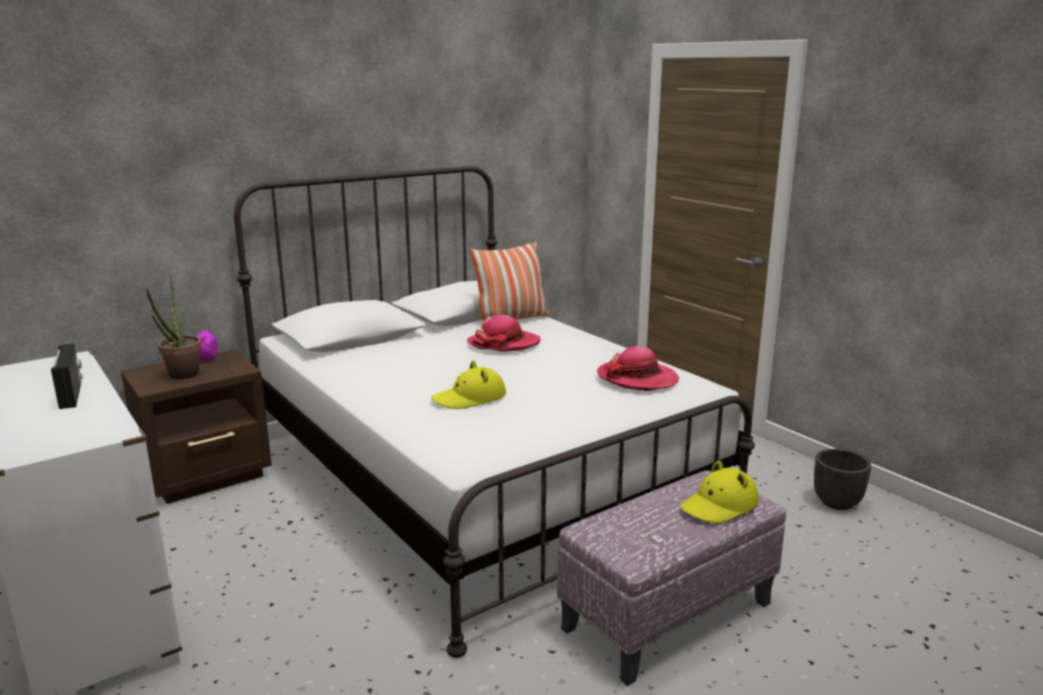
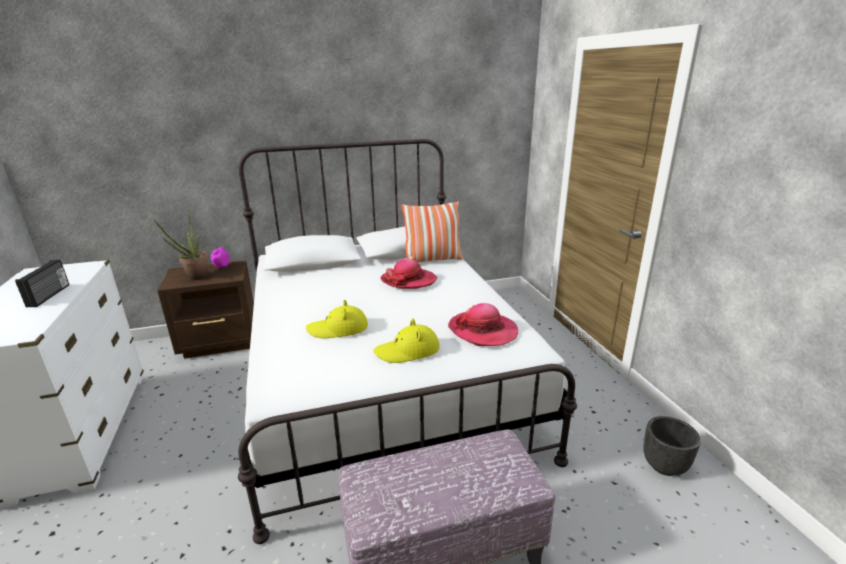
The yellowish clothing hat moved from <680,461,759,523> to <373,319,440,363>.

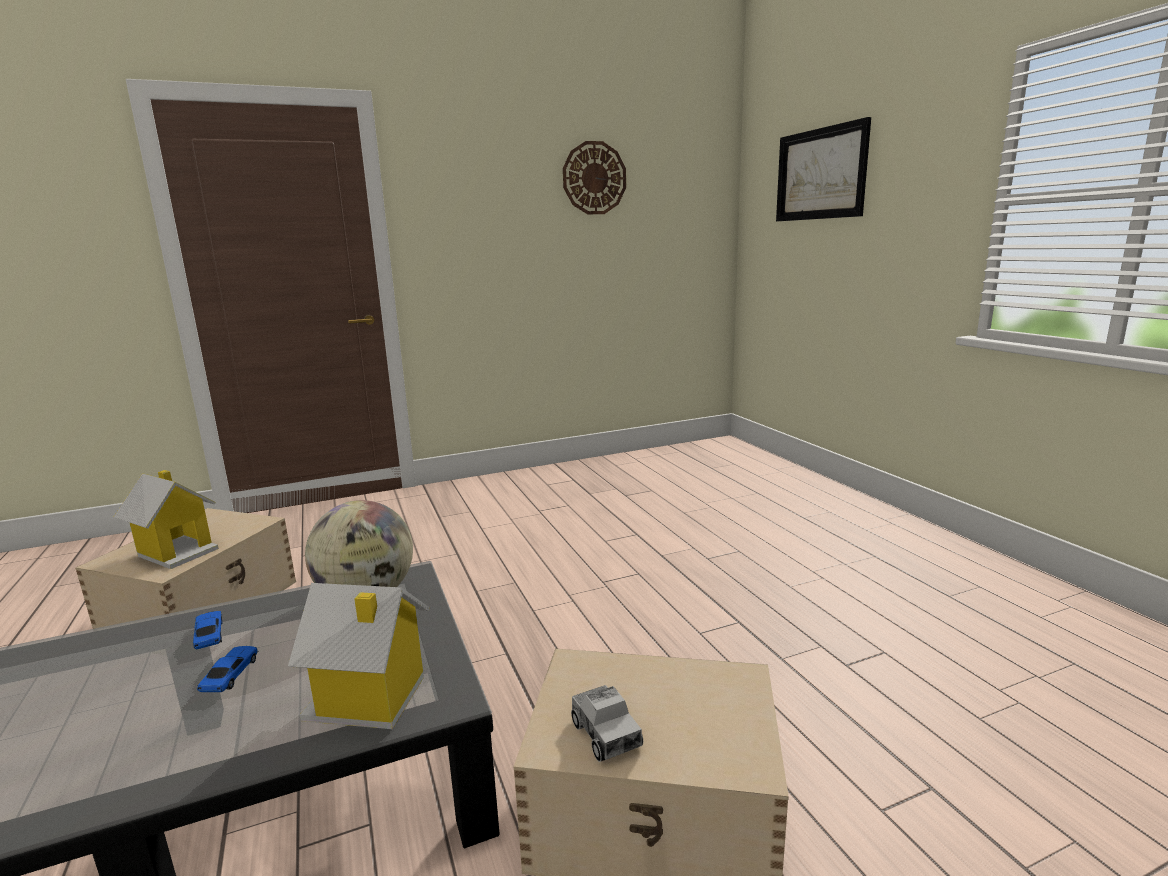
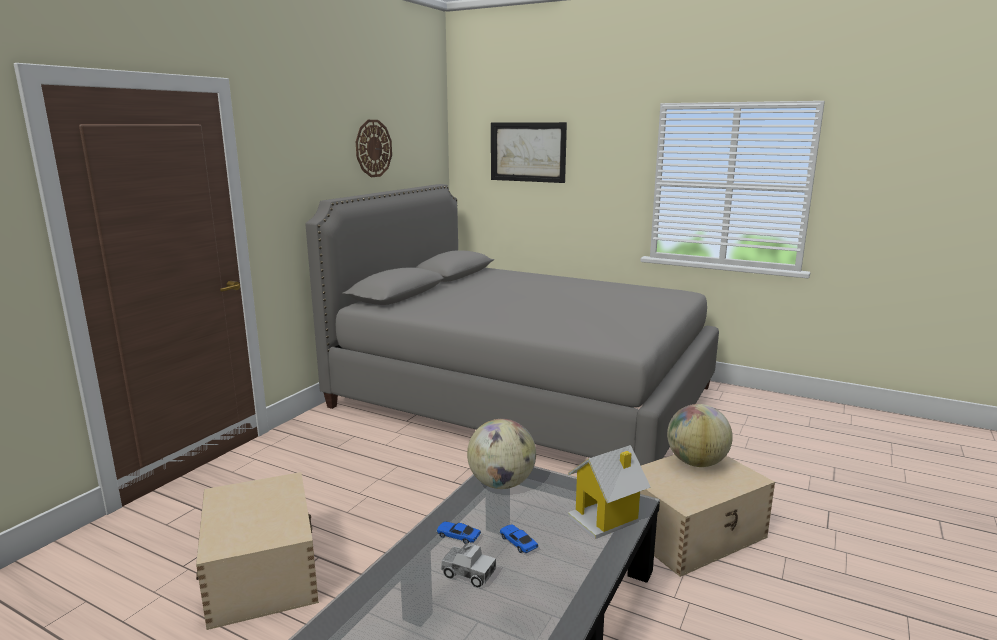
The toy house at <114,470,219,569> disappeared.
The greyish bedroom bed at <305,184,719,465> appeared.
The desk globe at <667,404,733,467> appeared.
The toy truck moved from <571,685,643,762> to <441,542,496,588>.

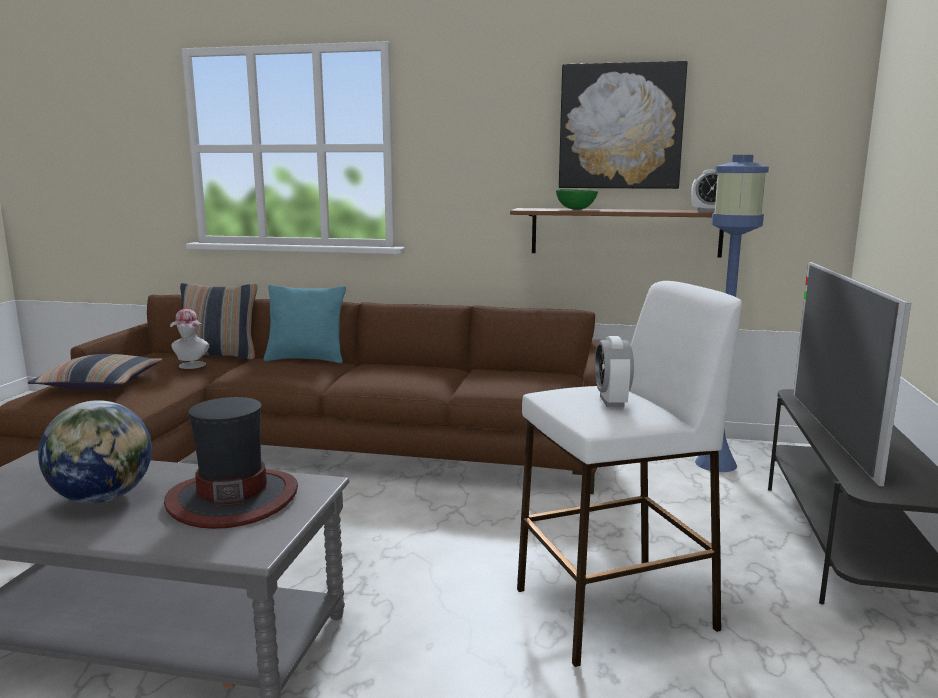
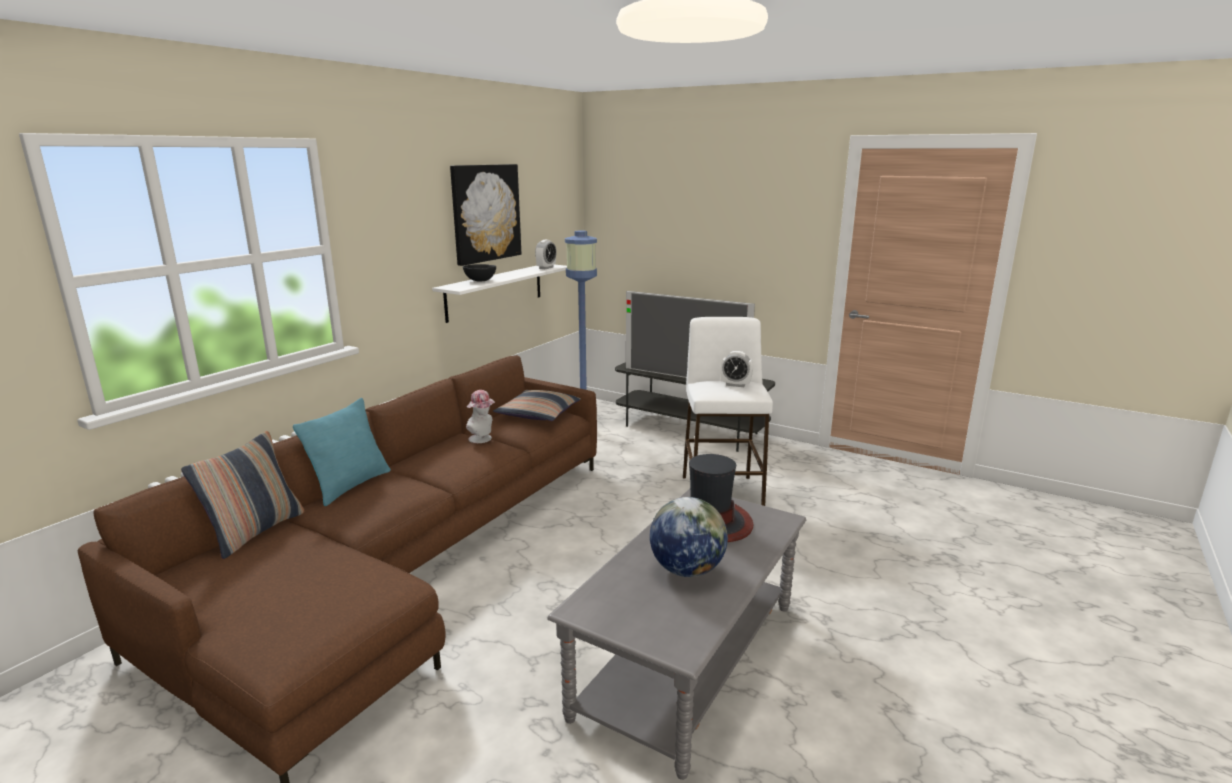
The pillow moved from <28,354,162,390> to <493,390,581,421>.
The clothing hat moved from <170,309,209,369> to <466,390,496,443>.
The brownish bracket shelf at <510,208,724,257> became the white bracket shelf at <432,265,567,323>.
The greenish bowl at <556,189,598,210> became the black bowl at <463,264,496,282>.

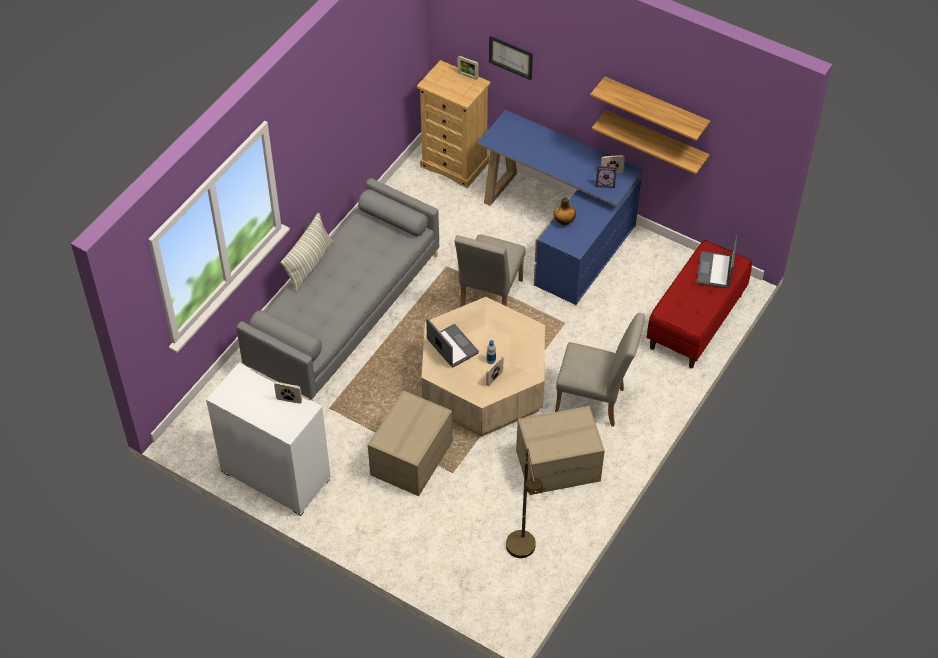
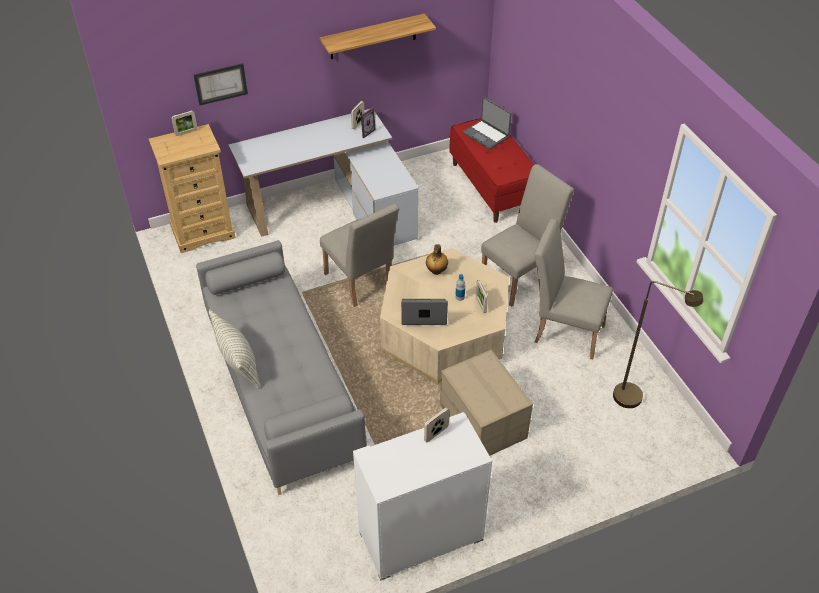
The bracket shelf at <592,110,710,174> disappeared.
The bottle moved from <554,197,576,225> to <426,244,448,275>.
The carton at <516,406,605,495> was replaced by the sand-coloured plain chair at <534,219,613,359>.
The blue-coloured desk unit at <477,110,643,305> became the white desk unit at <229,109,419,246>.

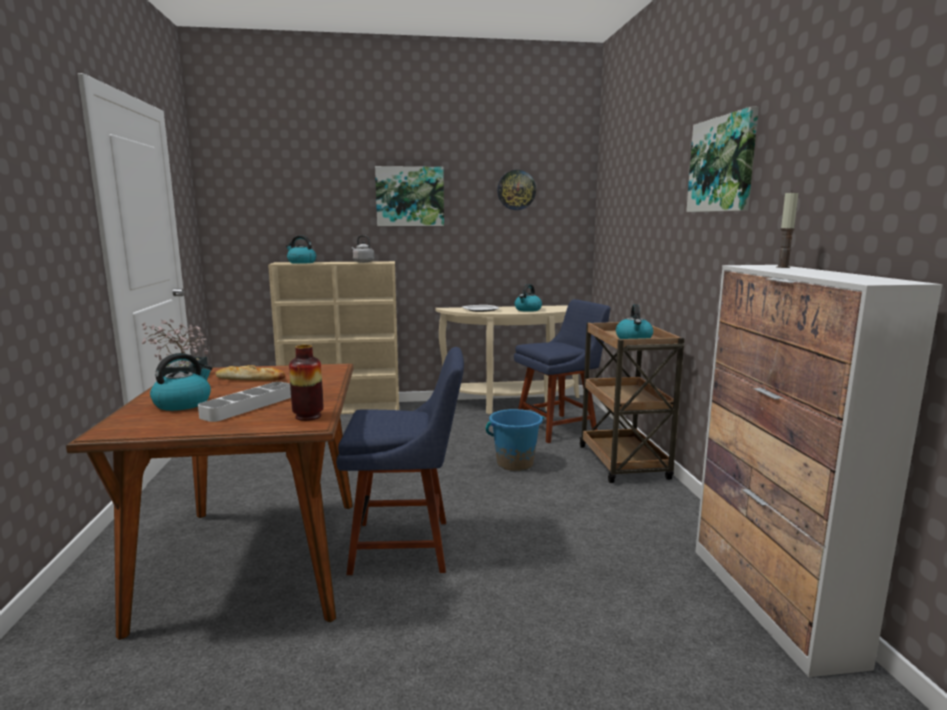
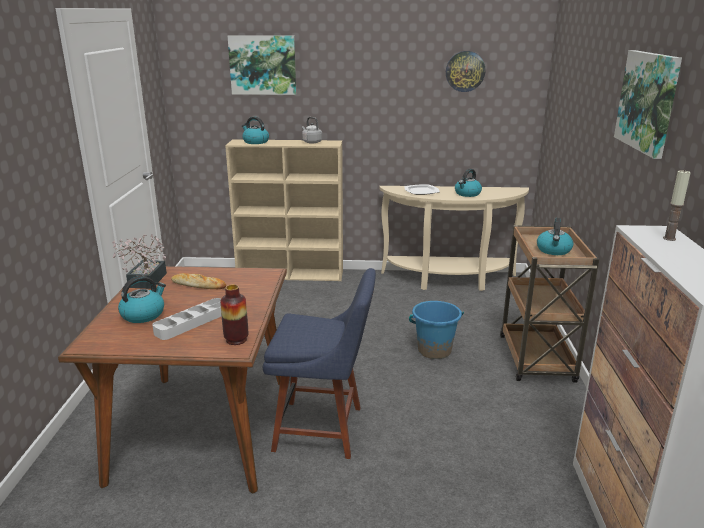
The blue-coloured plain chair at <514,299,611,443> disappeared.
The wall art moved from <375,166,444,226> to <228,35,296,95>.

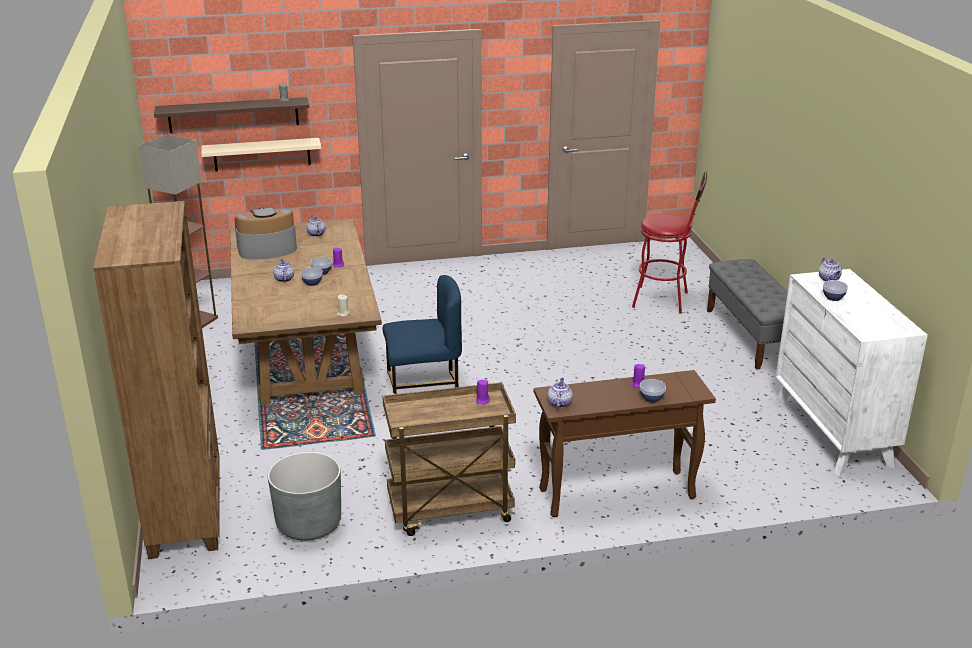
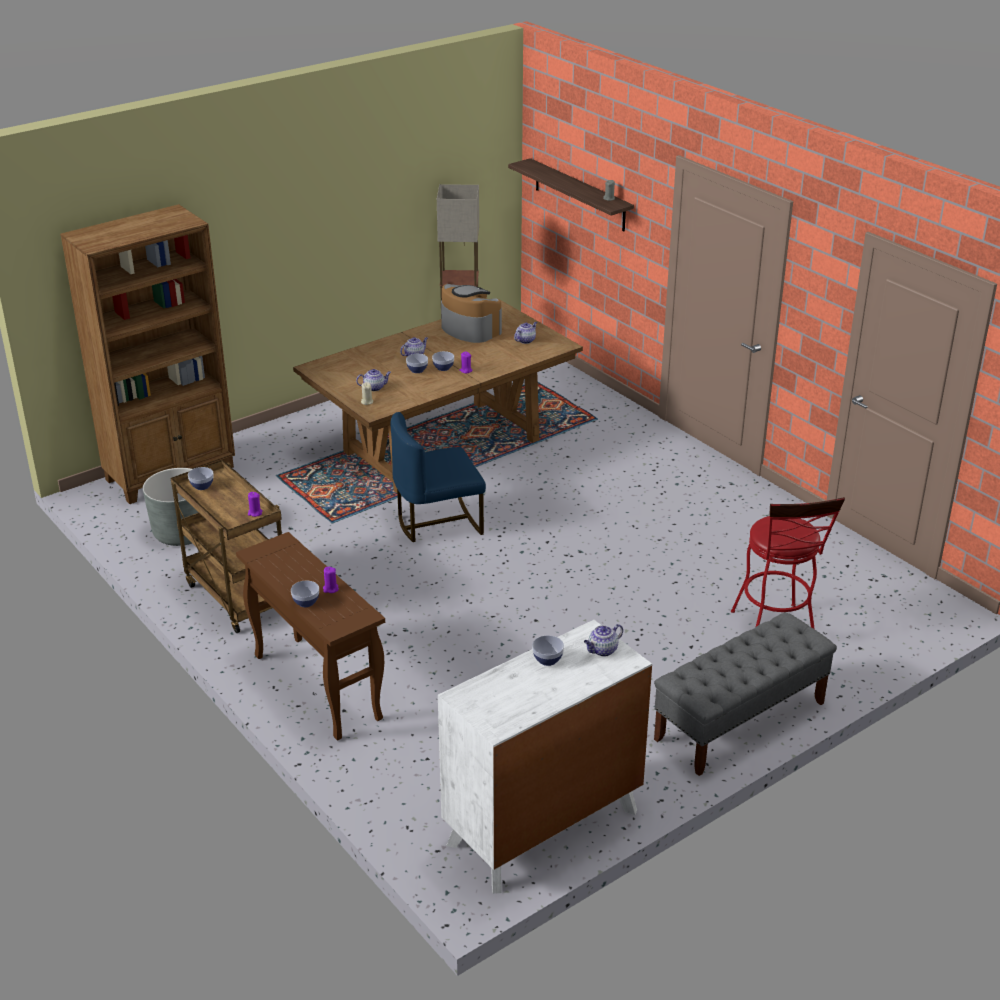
The sand-coloured bracket shelf at <201,138,321,171> disappeared.
The bowl at <188,467,214,490> appeared.
The tea pot moved from <547,378,573,408> to <356,369,391,391>.
The blue-coloured plain chair at <383,275,462,394> turned 105 degrees clockwise.

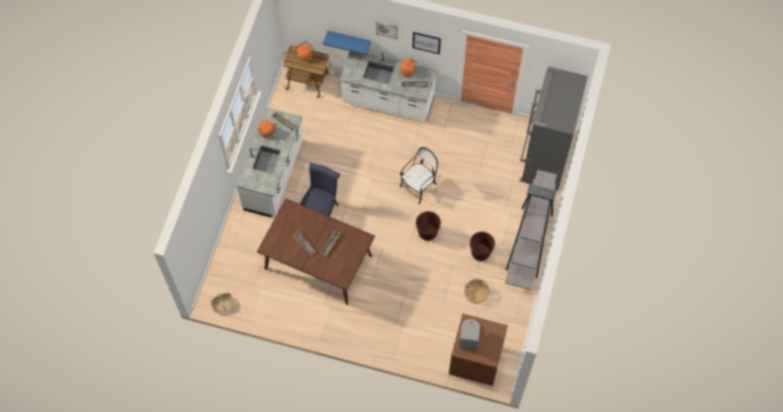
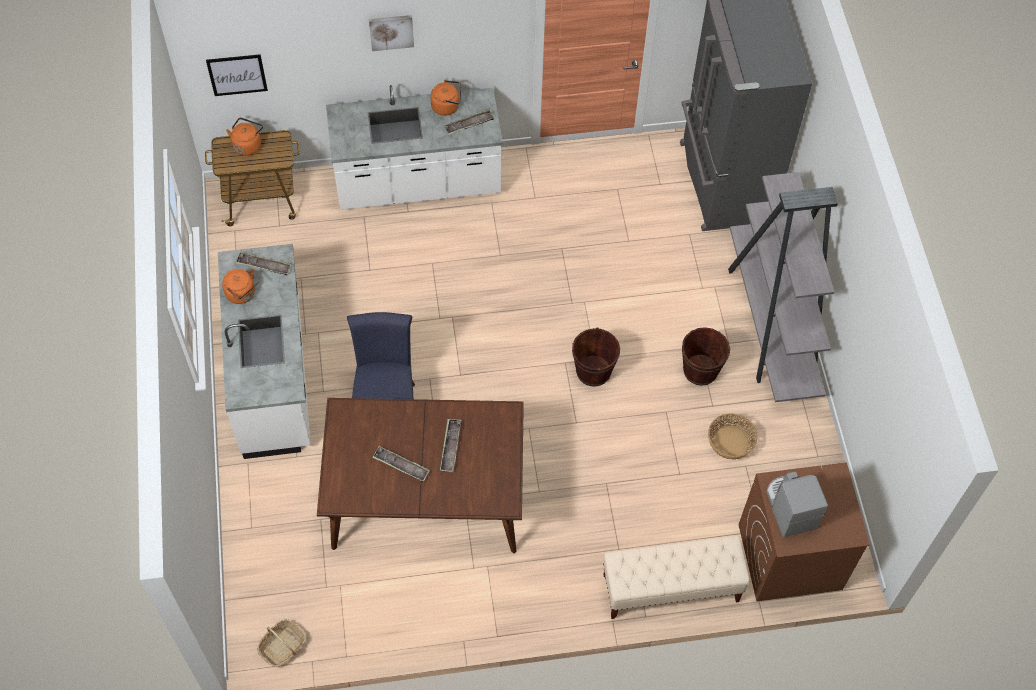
The blue-coloured bracket shelf at <323,30,371,55> disappeared.
The plain chair at <400,147,438,204> disappeared.
The sand-coloured long seat at <603,535,750,619> appeared.
The wall art moved from <413,32,441,54> to <206,54,268,96>.

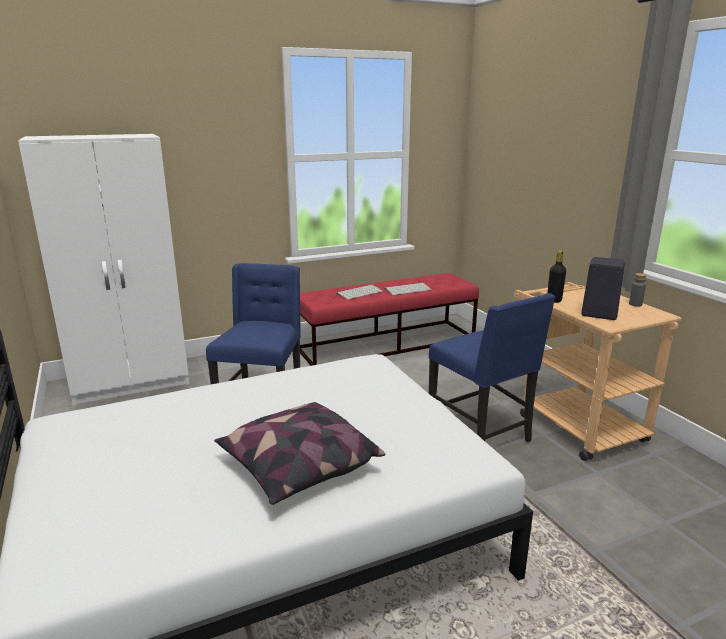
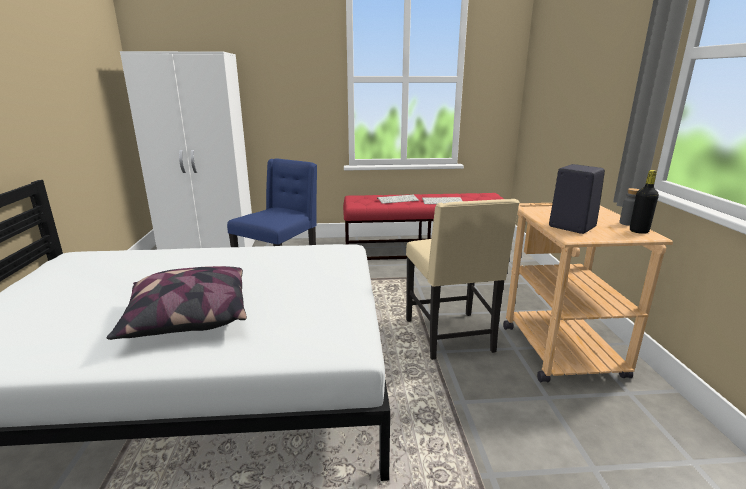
The black bottle moved from <547,250,566,303> to <630,170,659,234>.
The blue-coloured plain chair at <429,293,555,442> became the sand-coloured plain chair at <406,199,520,360>.

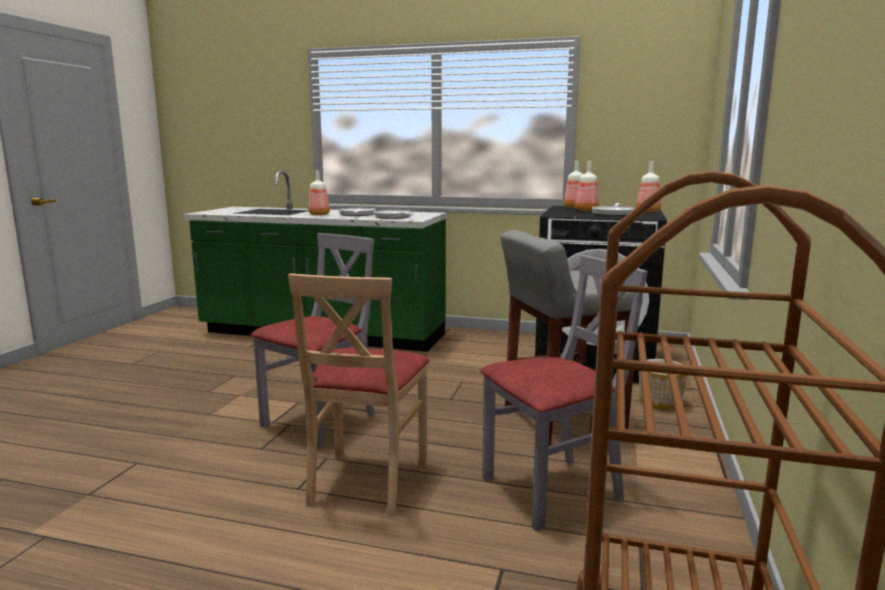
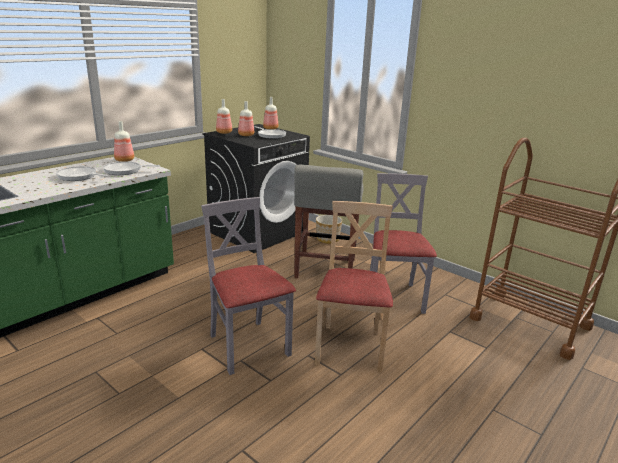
The bottle moved from <308,171,330,215> to <114,121,134,162>.
The sand-coloured plain chair at <288,273,430,517> turned 120 degrees counterclockwise.

